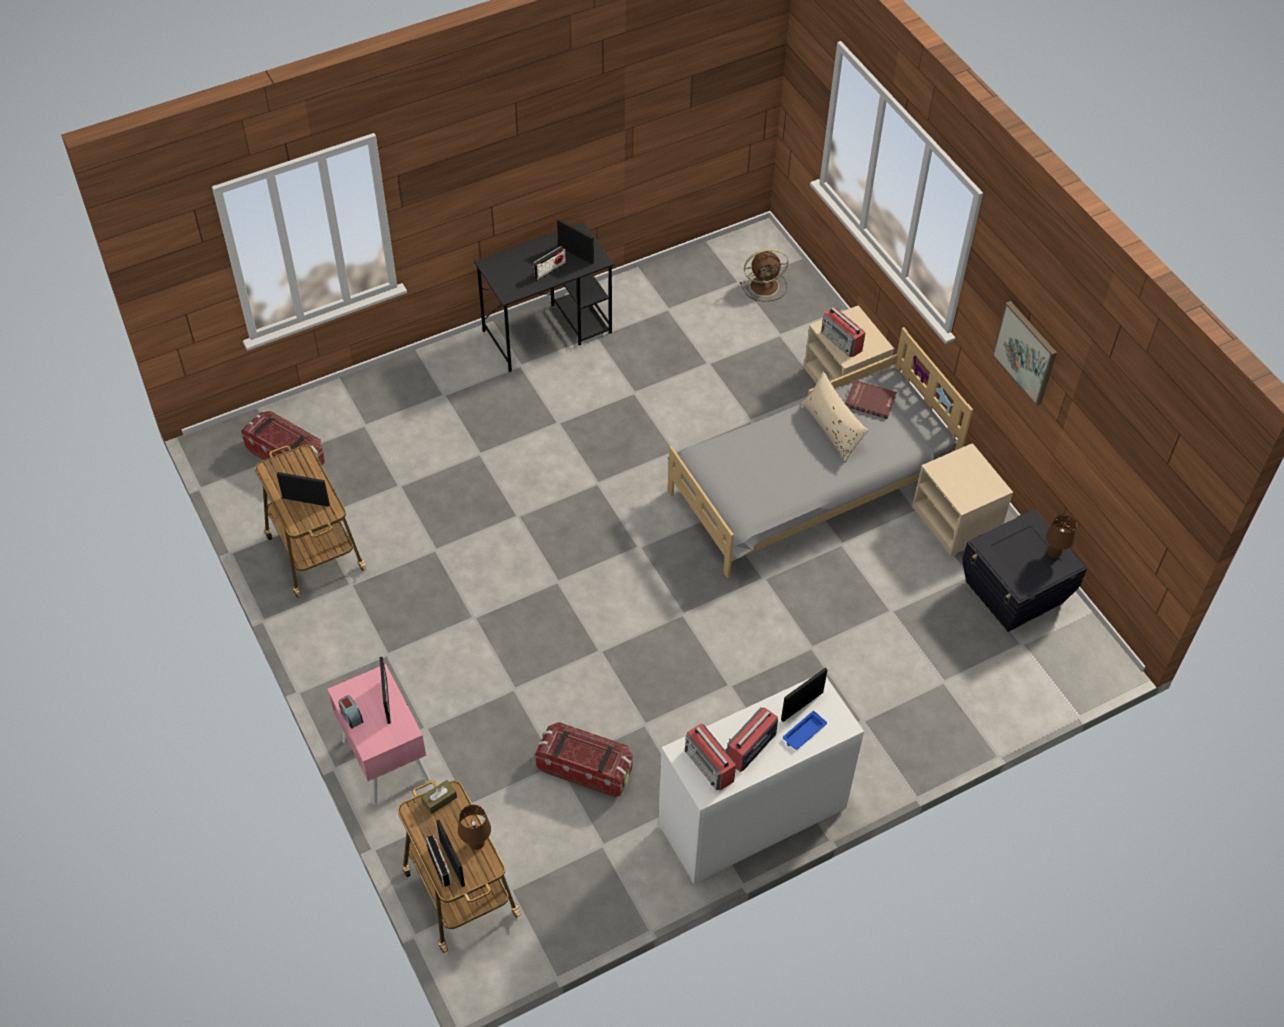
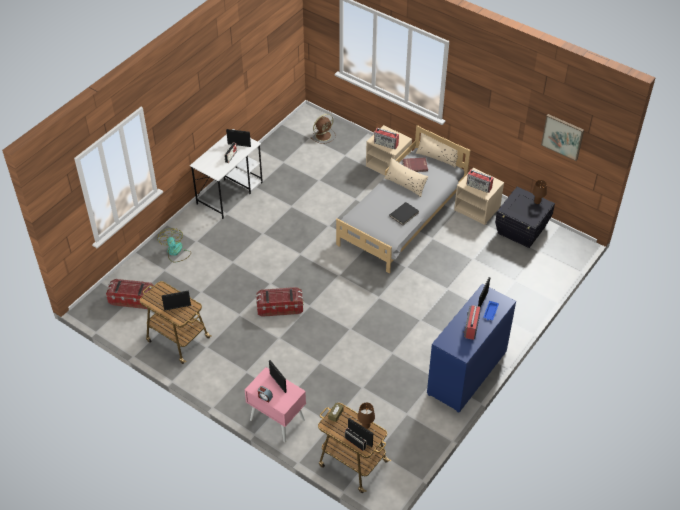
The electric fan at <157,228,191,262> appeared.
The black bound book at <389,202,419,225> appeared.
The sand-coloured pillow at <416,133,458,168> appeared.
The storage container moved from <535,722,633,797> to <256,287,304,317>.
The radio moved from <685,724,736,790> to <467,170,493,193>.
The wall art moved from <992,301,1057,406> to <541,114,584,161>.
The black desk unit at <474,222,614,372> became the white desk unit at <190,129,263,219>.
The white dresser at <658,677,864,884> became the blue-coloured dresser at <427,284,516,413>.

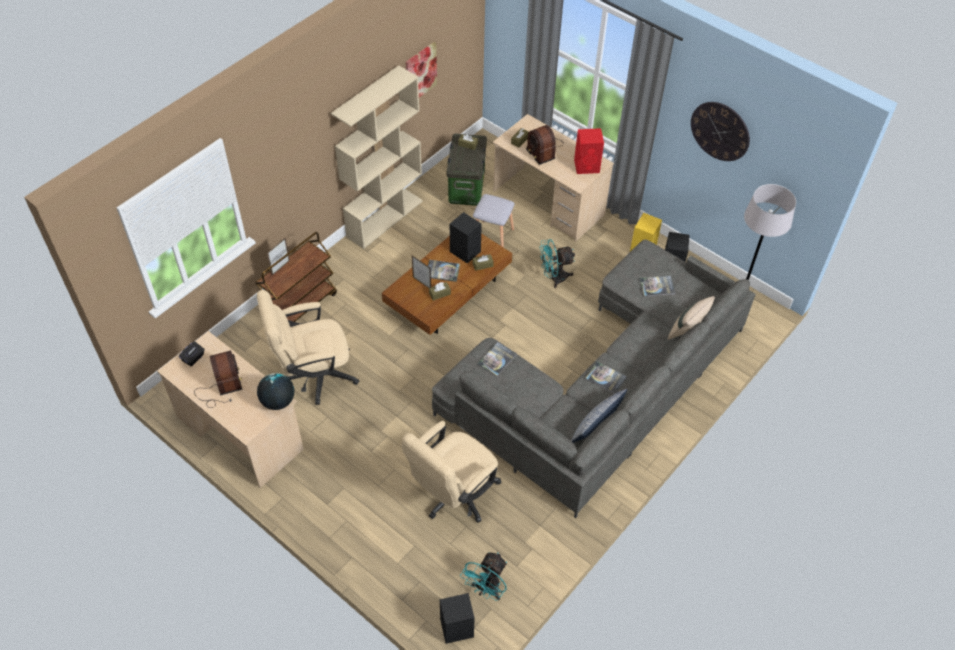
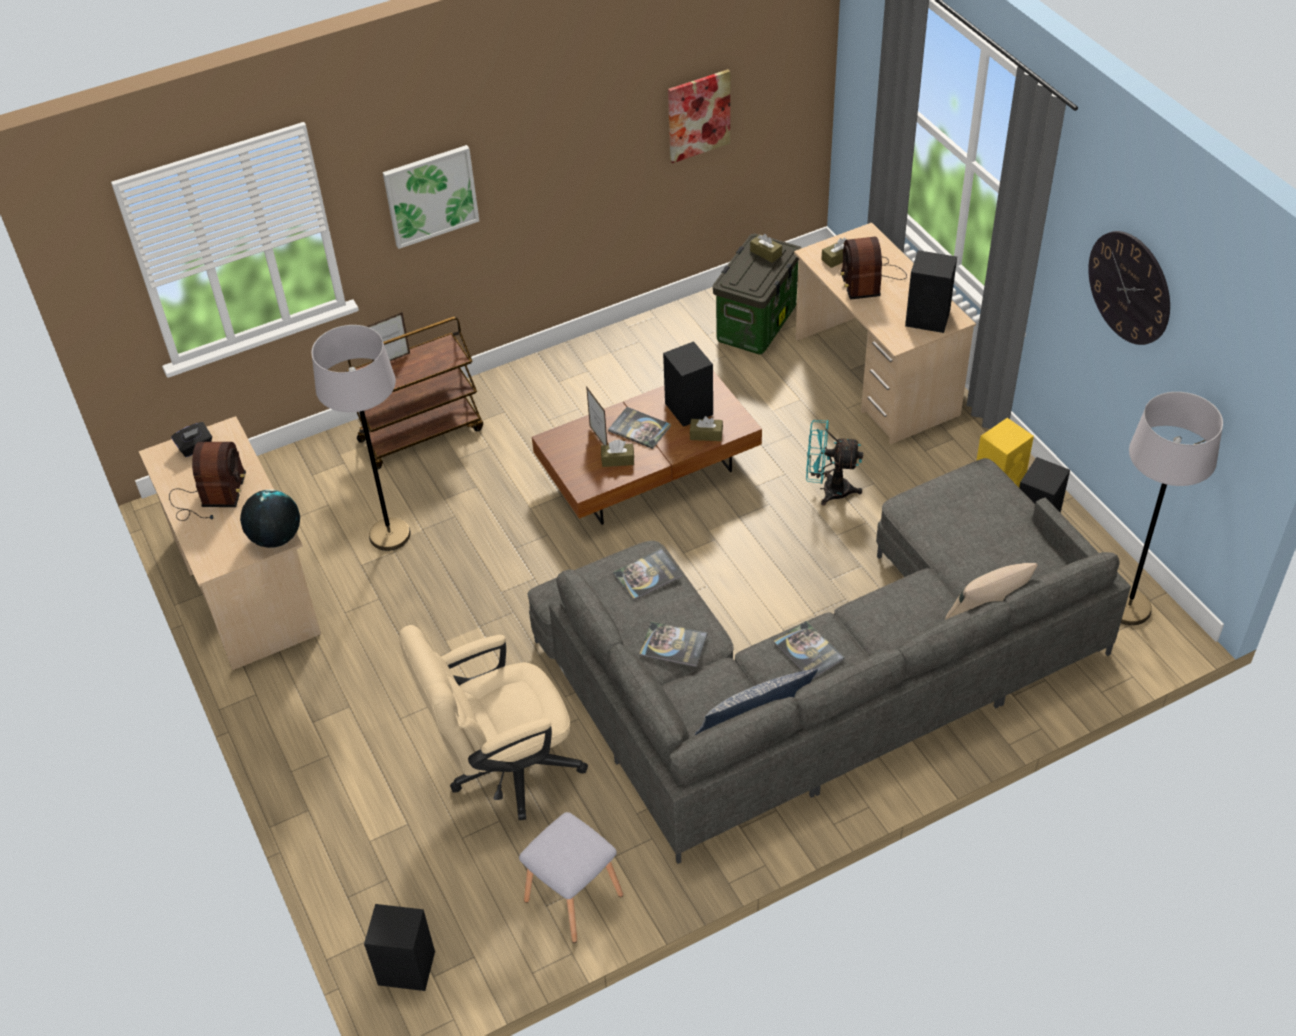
The sand-coloured bookcase at <331,65,423,249> disappeared.
The turquoise-coloured electric fan at <460,552,507,601> disappeared.
The wall art at <383,145,479,249> appeared.
The greyish sitting stool moved from <473,194,515,248> to <519,812,623,943>.
The bound book moved from <639,276,675,297> to <639,622,708,667>.
The sand-coloured desk chair at <257,290,359,405> was replaced by the greyish floor lamp at <312,325,411,551>.
The red speaker at <574,128,604,174> became the black speaker at <905,250,957,333>.

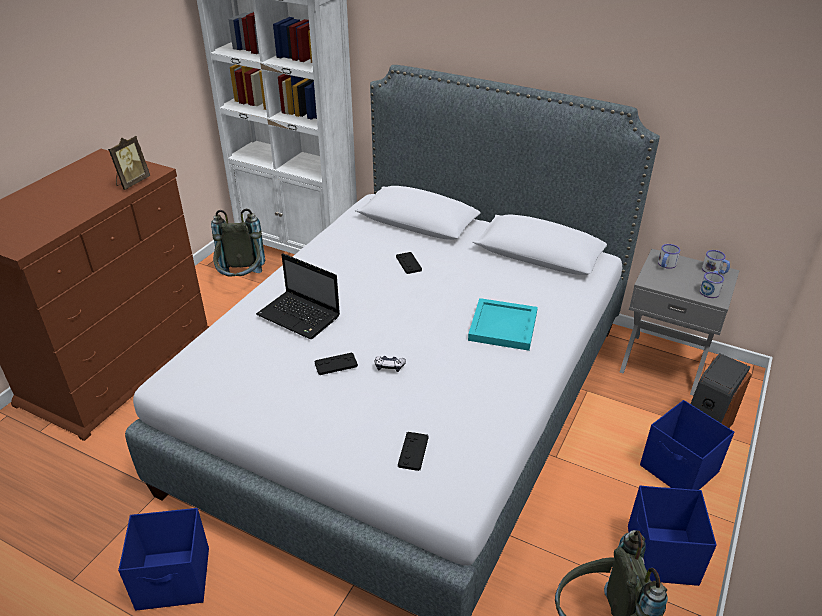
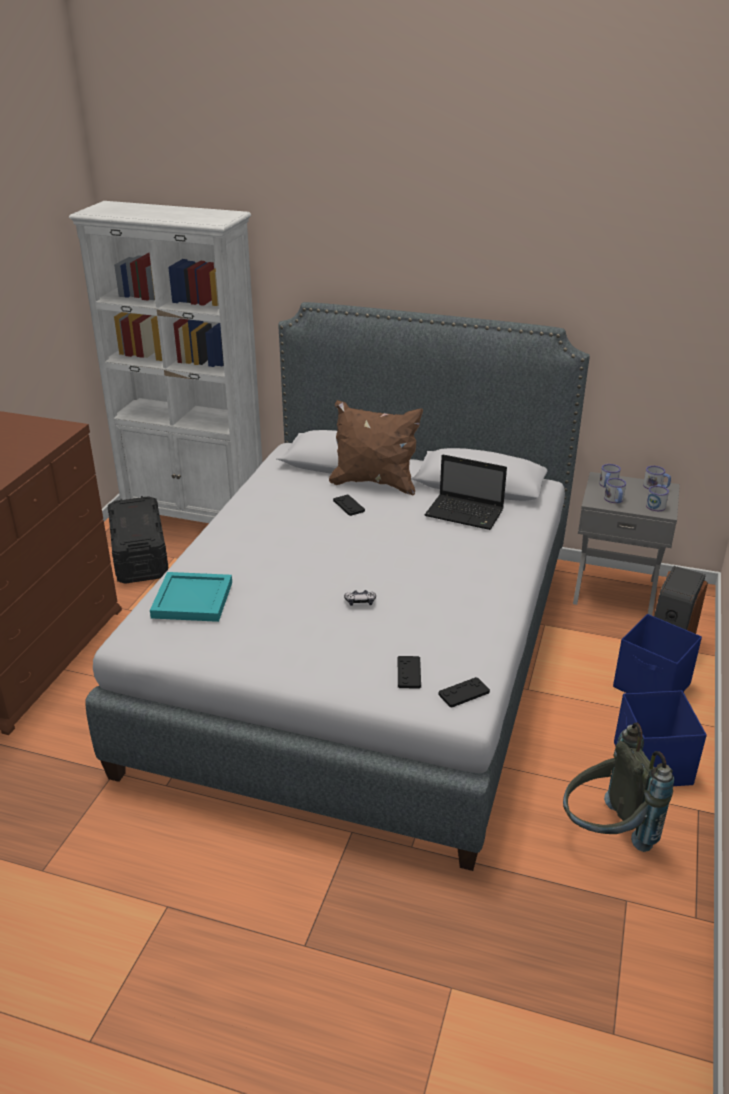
The picture frame at <108,136,150,190> disappeared.
The blue-coloured storage container at <118,508,209,610> disappeared.
The brownish pillow at <329,400,423,496> appeared.
The coffee mug at <604,478,626,503> appeared.
The portable computer moved from <256,253,340,339> to <425,455,507,530>.
The black joypad moved from <314,353,358,375> to <438,677,490,708>.
The turquoise-coloured serving tray moved from <468,298,538,351> to <150,572,232,622>.
The greyish knapsack at <211,209,265,277> was replaced by the black storage container at <108,496,168,583>.

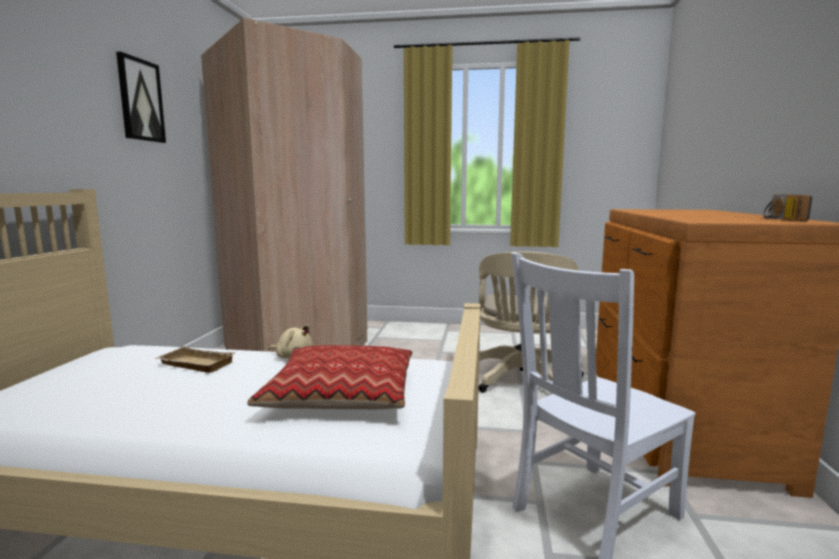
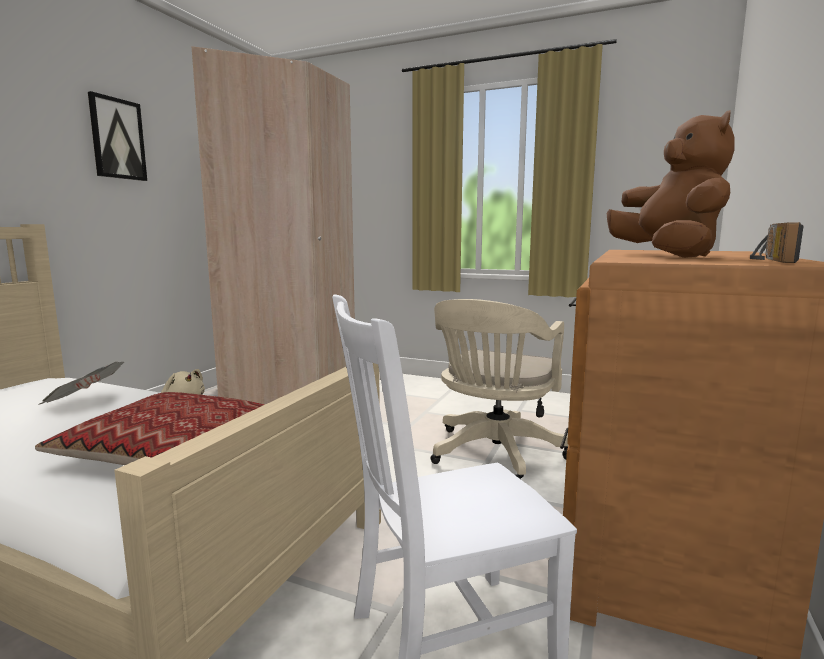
The brownish plush toy at <607,110,734,258> appeared.
The sand-coloured serving tray at <154,346,236,373> was replaced by the newspaper at <38,361,124,405>.

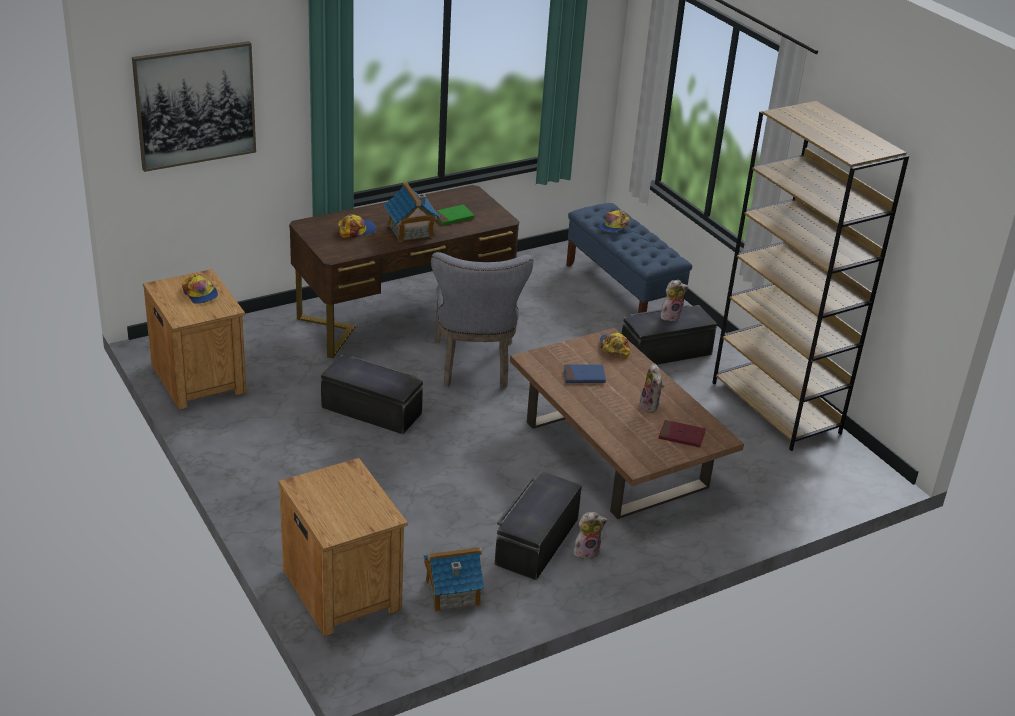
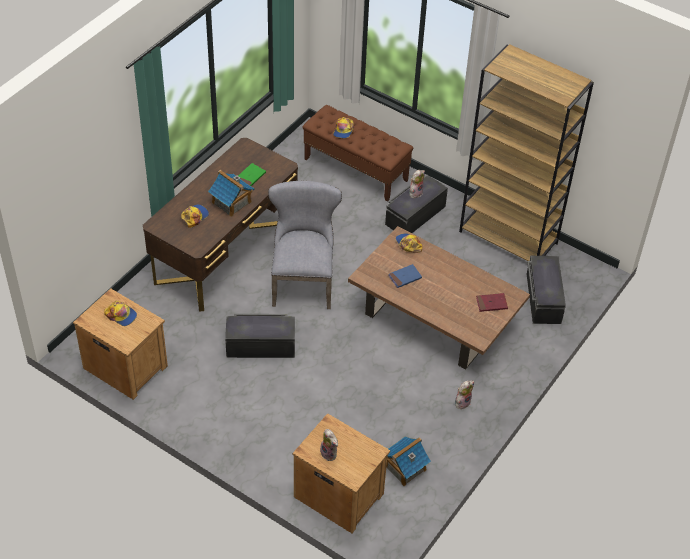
The wall art at <132,41,256,172> disappeared.
The black storage container moved from <495,471,582,580> to <527,256,566,324>.
The plush toy moved from <640,363,664,413> to <320,429,338,461>.
The blue-coloured long seat at <566,203,692,313> became the brownish long seat at <302,105,413,202>.
The greyish plain chair at <431,252,534,388> turned 150 degrees counterclockwise.

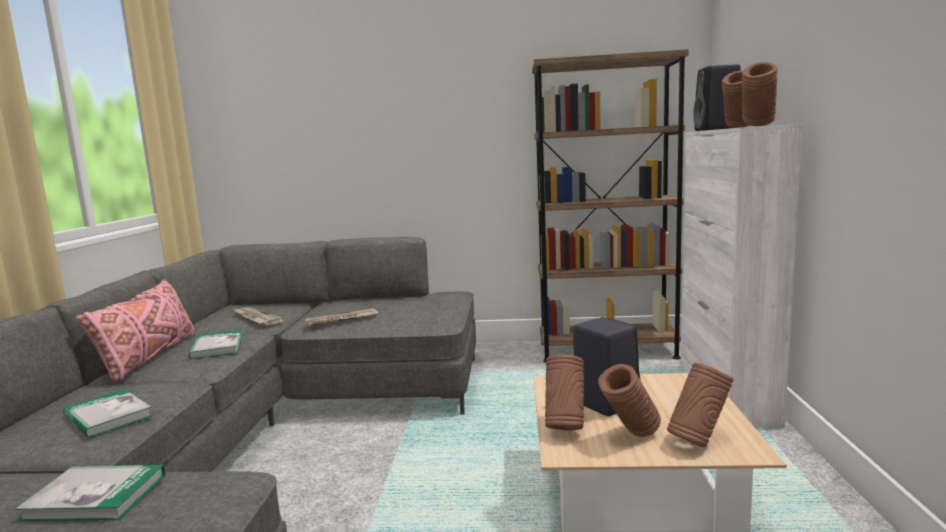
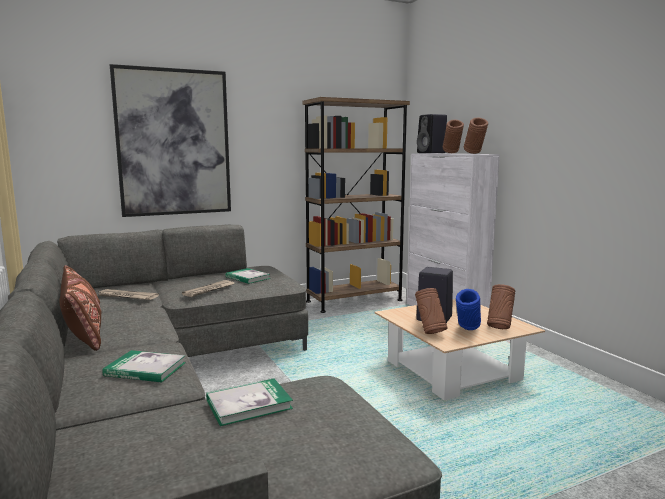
The wall art at <110,64,231,217> appeared.
The bound book moved from <189,330,242,359> to <226,268,270,284>.
The pink-coloured pillow at <76,279,195,382> became the brownish pillow at <60,265,102,351>.
The brownish vase at <598,364,661,437> became the blue-coloured vase at <456,289,481,330>.

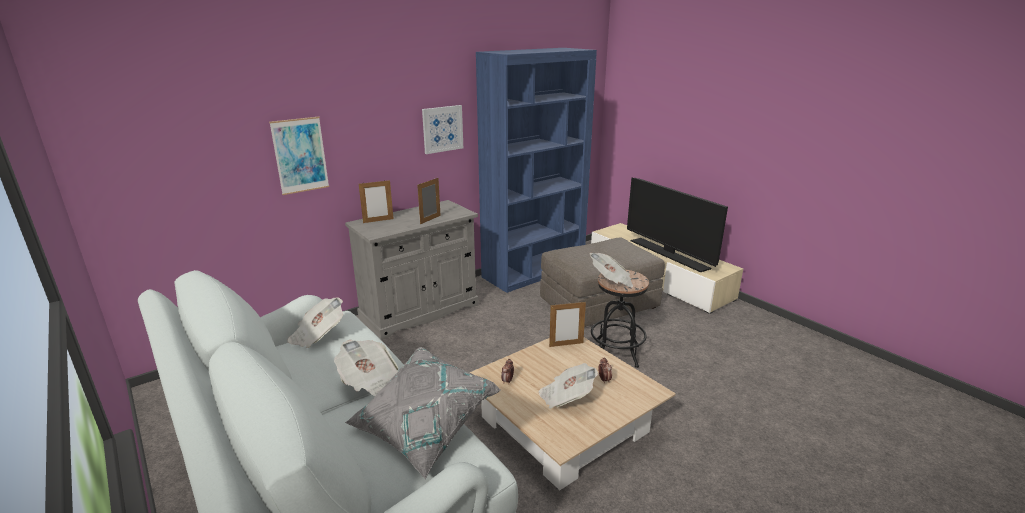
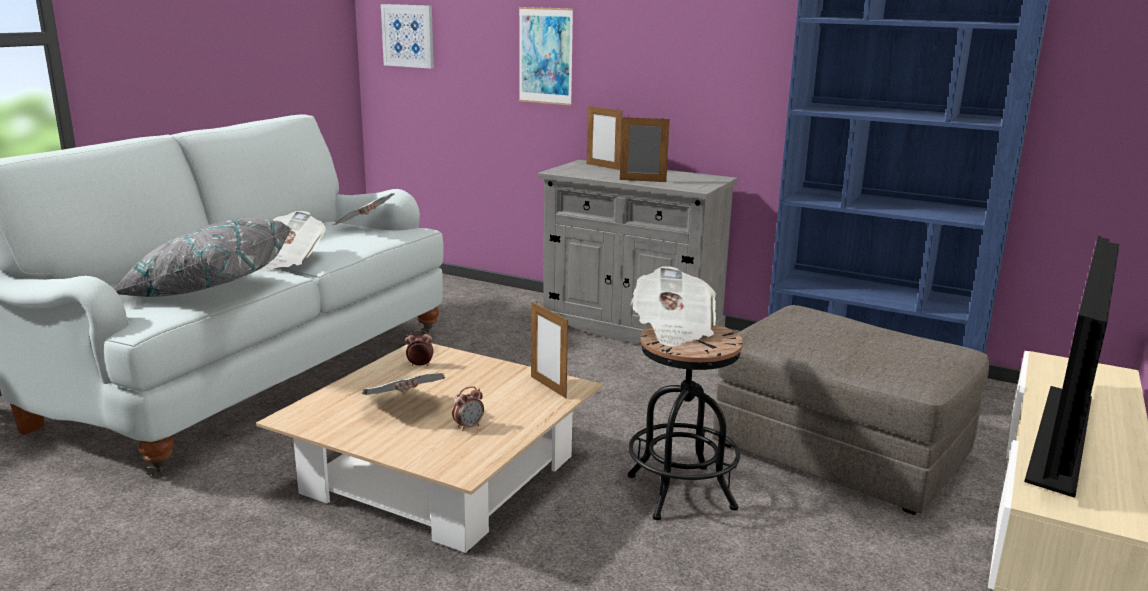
The wall art moved from <422,105,463,154> to <381,4,434,69>.

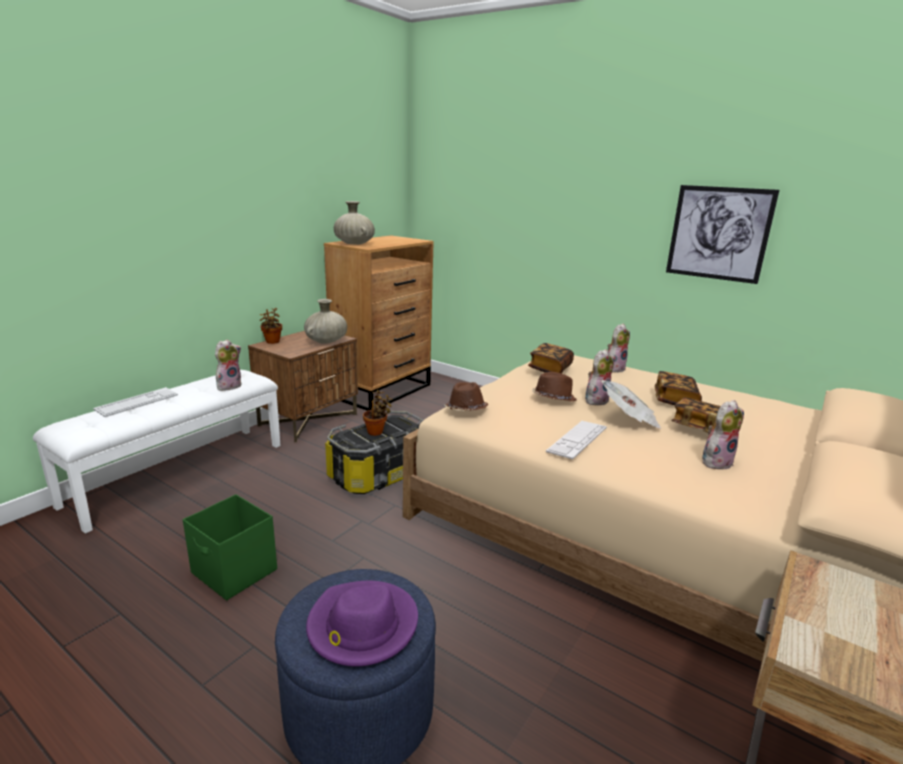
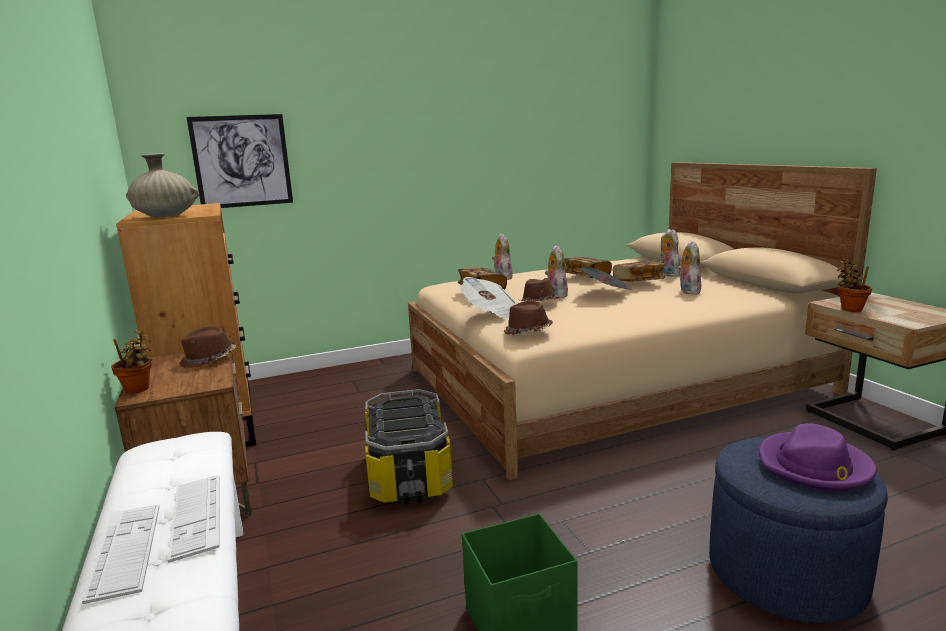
The newspaper at <460,277,515,319> appeared.
The plush toy moved from <215,339,242,391> to <660,229,680,277>.
The potted plant moved from <363,390,393,436> to <837,259,872,312>.
The PC keyboard moved from <546,421,607,459> to <167,475,220,563>.
The wall art moved from <666,185,779,284> to <187,114,293,208>.
The sand-coloured vase at <304,299,347,344> was replaced by the brownish clothing hat at <179,326,236,368>.

